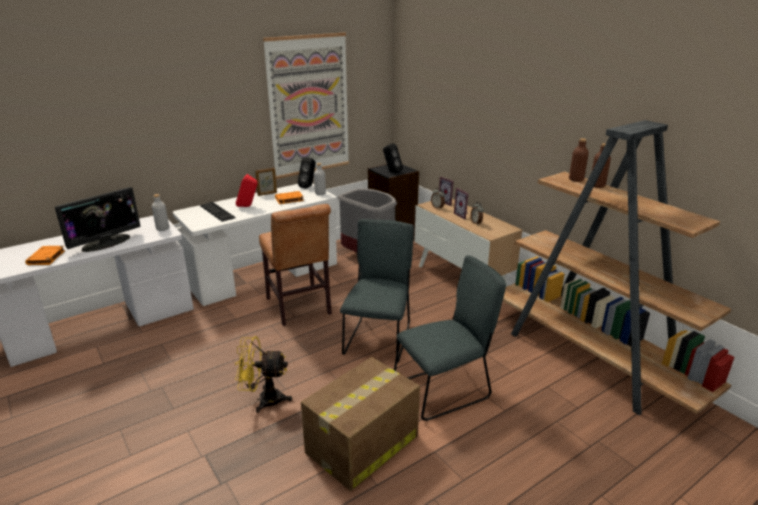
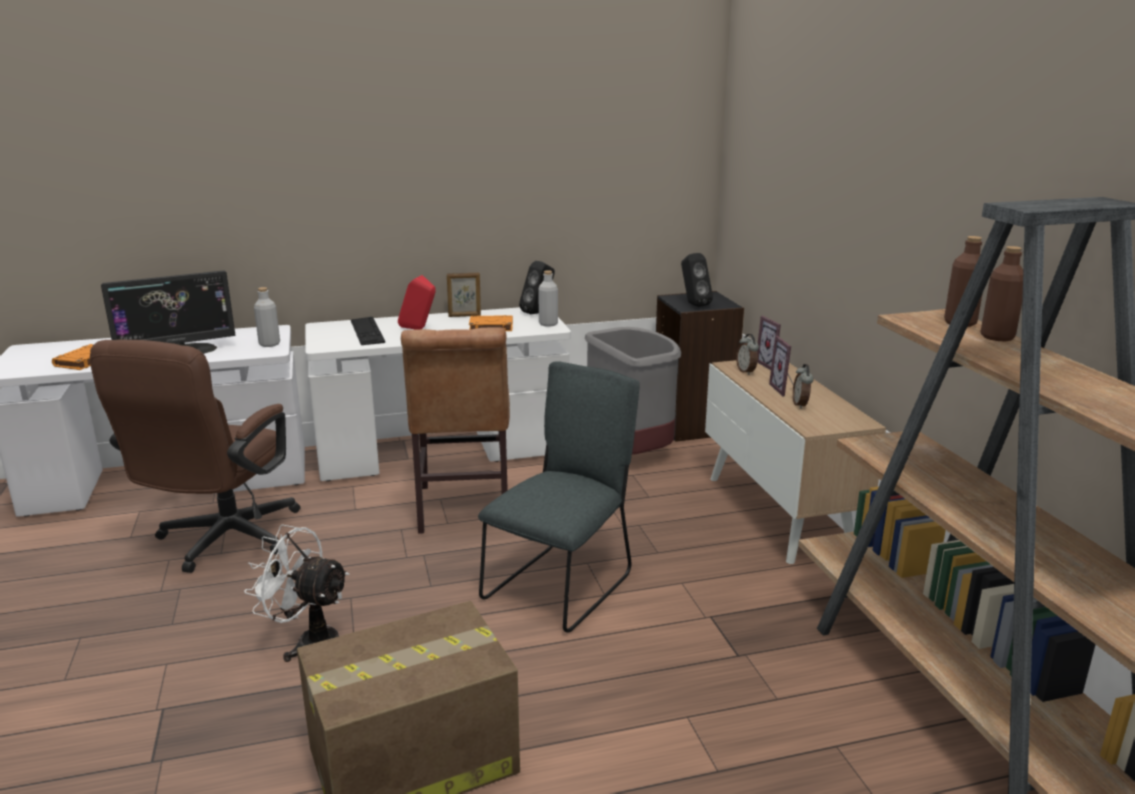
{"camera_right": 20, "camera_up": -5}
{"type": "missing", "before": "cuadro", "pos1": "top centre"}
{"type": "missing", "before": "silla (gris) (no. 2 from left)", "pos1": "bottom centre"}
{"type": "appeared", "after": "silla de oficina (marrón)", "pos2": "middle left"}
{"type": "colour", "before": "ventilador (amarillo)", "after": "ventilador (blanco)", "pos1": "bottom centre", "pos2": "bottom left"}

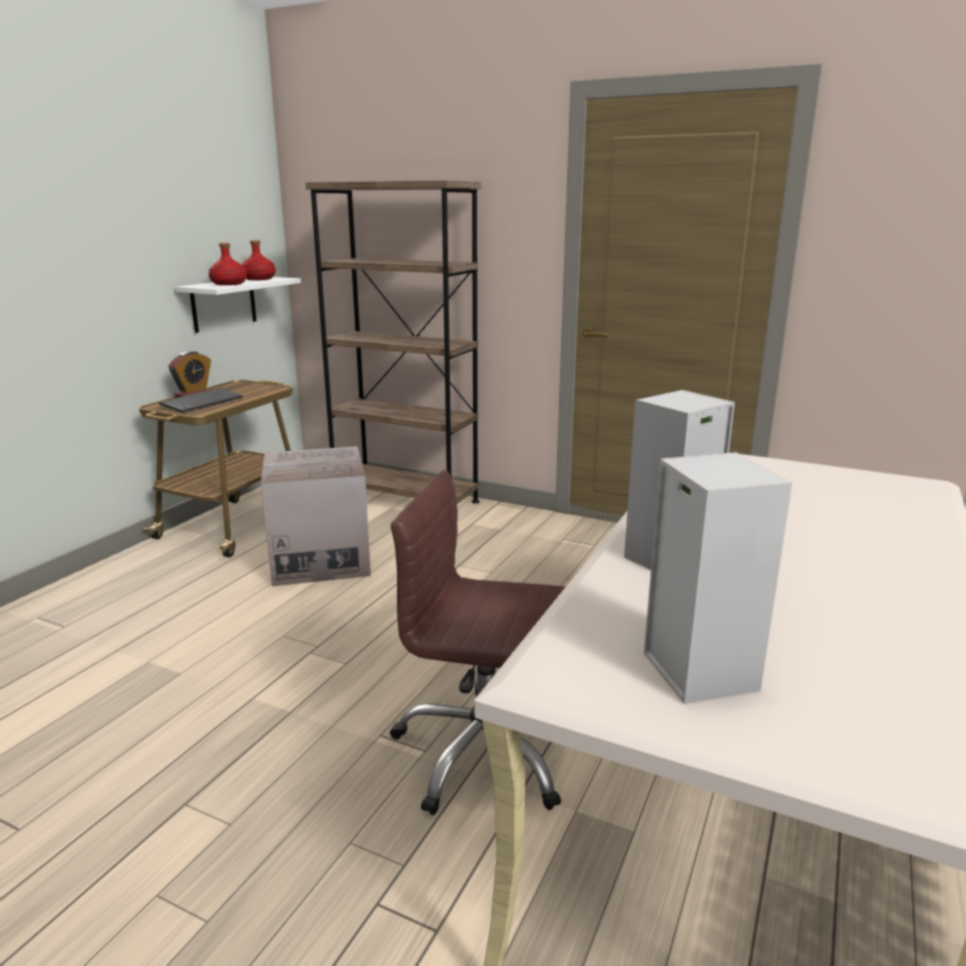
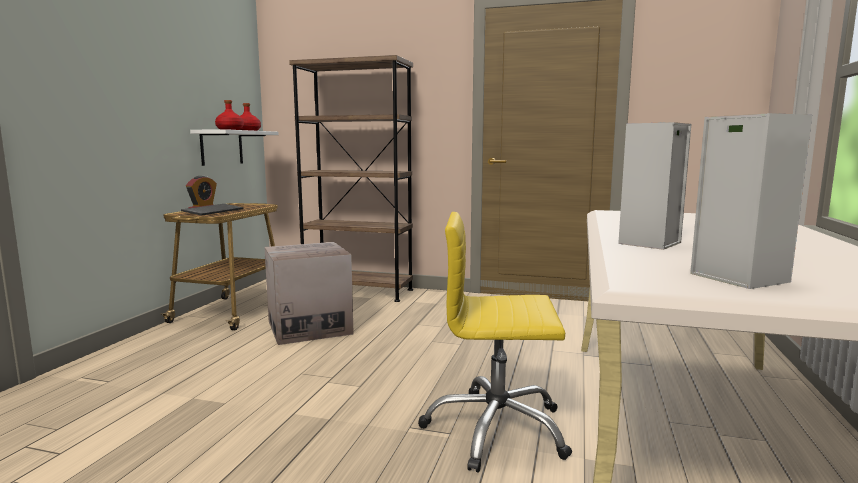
{"camera_right": -10, "camera_up": -10}
{"type": "colour", "before": "silla de oficina (marrón)", "after": "silla de oficina (amarillo)", "pos1": "centre", "pos2": "bottom centre"}

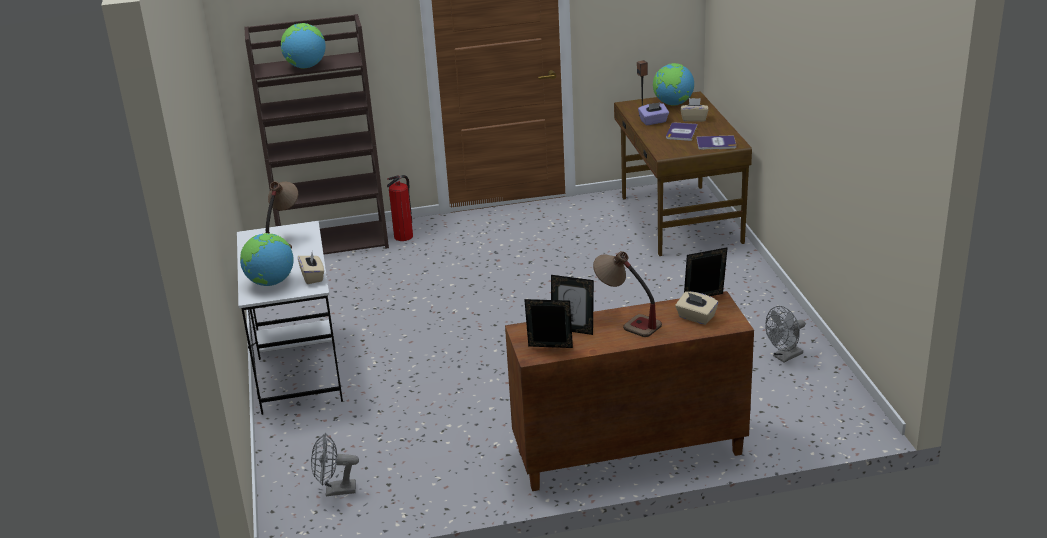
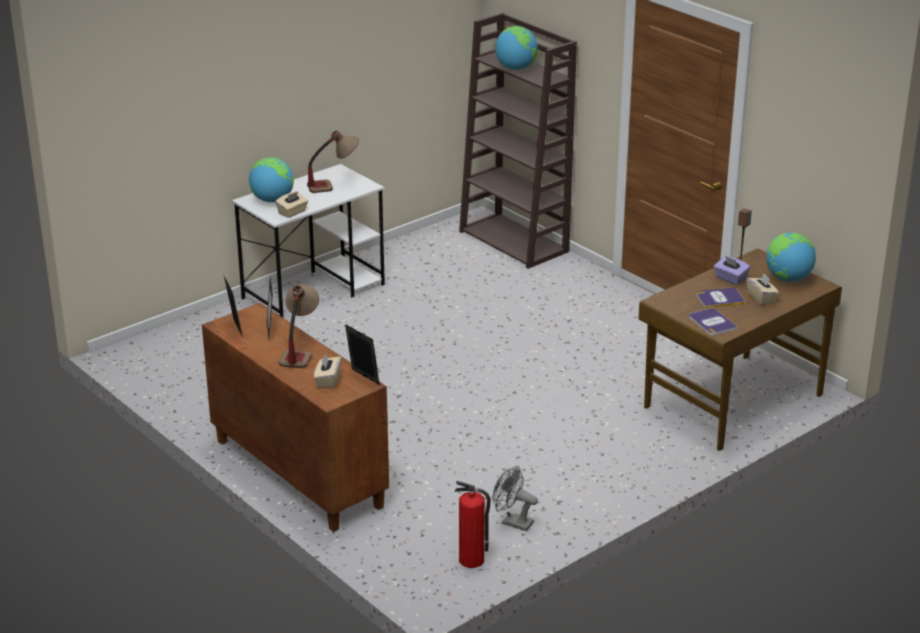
{"camera_right": 60, "camera_up": 0}
{"type": "missing", "before": "ventilador (gris) (no. 1 from left)", "pos1": "bottom left"}
{"type": "relocated", "before": "extintor", "pos1": "centre", "pos2": "bottom centre"}

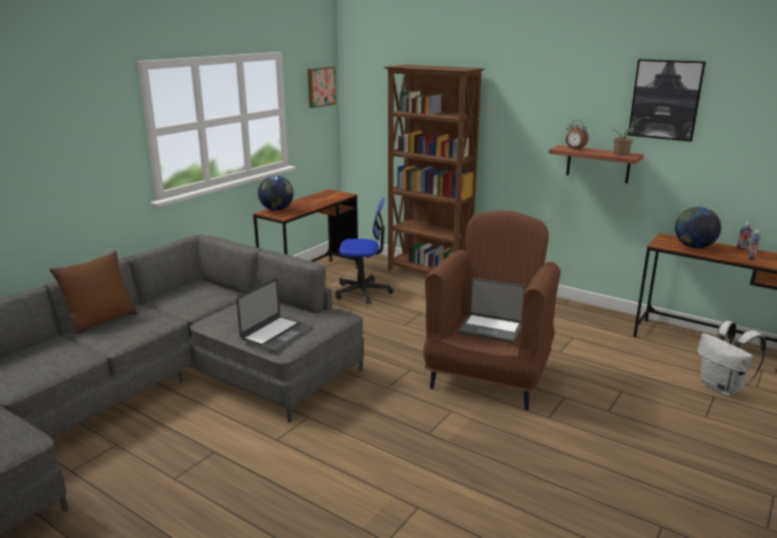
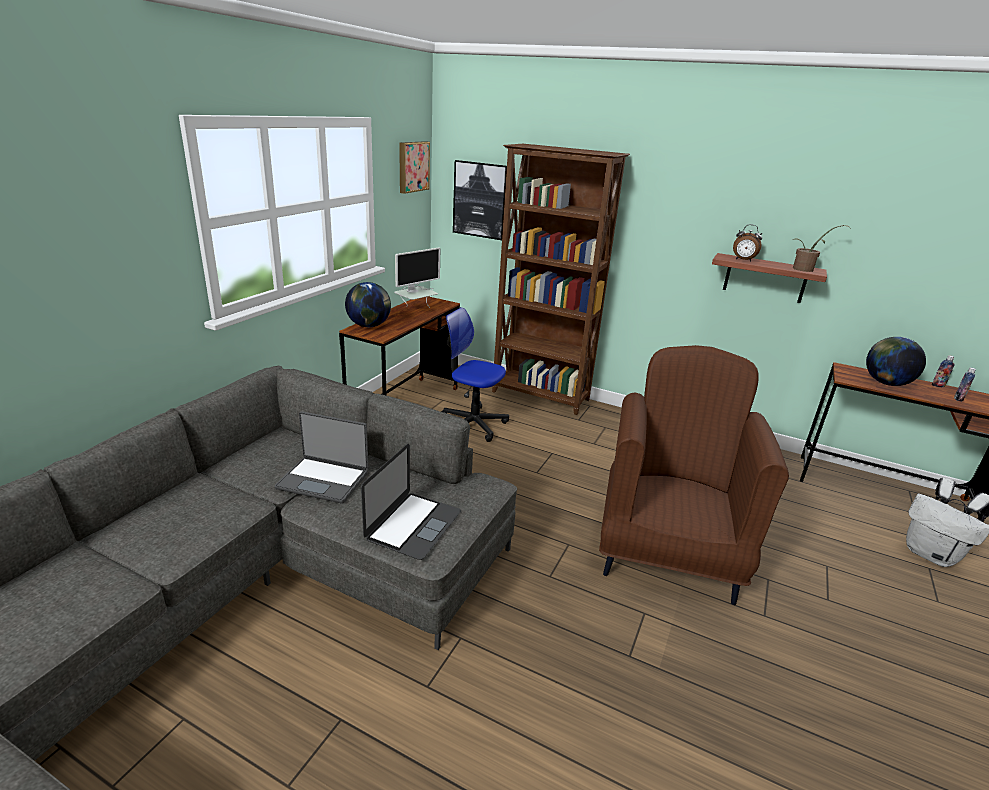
{"camera_right": -10, "camera_up": 5}
{"type": "missing", "before": "cojín (marrón)", "pos1": "middle left"}
{"type": "appeared", "after": "monitor", "pos2": "centre"}
{"type": "relocated", "before": "portátil (no. 2 from left in the first image)", "after": "portátil (no. 1 from left)", "pos1": "centre", "pos2": "middle left"}
{"type": "relocated", "before": "cuadro (no. 2 from left)", "pos1": "top right", "pos2": "top centre"}
{"type": "spun", "before": "silla de oficina", "pos1": "centre", "pos2": "centre", "turn": -150}

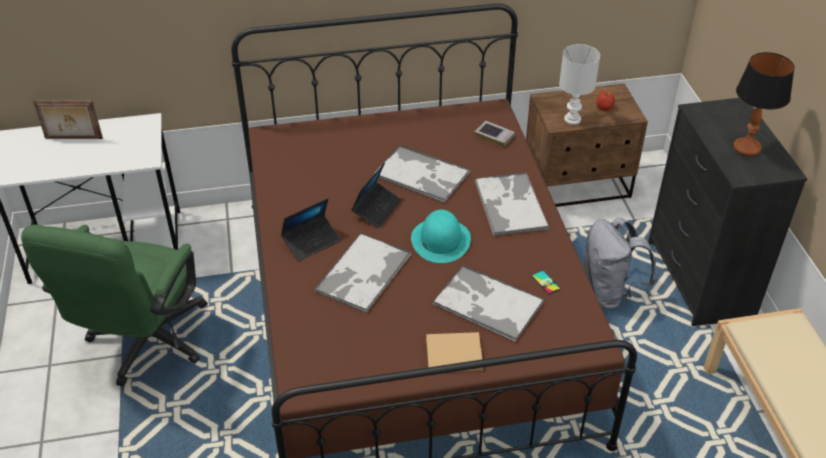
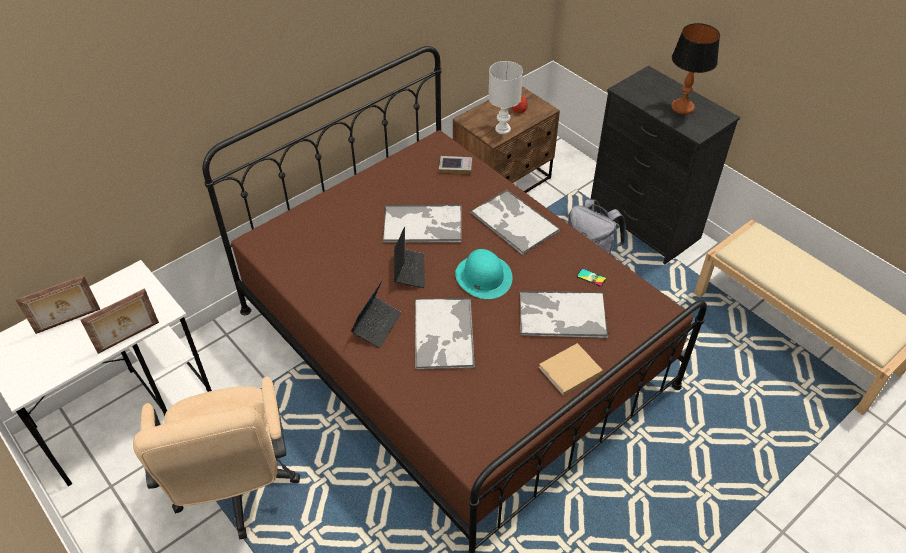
{"camera_right": -30, "camera_up": 5}
{"type": "appeared", "after": "portarretratos (no. 2 from left)", "pos2": "middle left"}
{"type": "colour", "before": "silla de oficina (verde)", "after": "silla de oficina (beis)", "pos1": "bottom left", "pos2": "bottom left"}

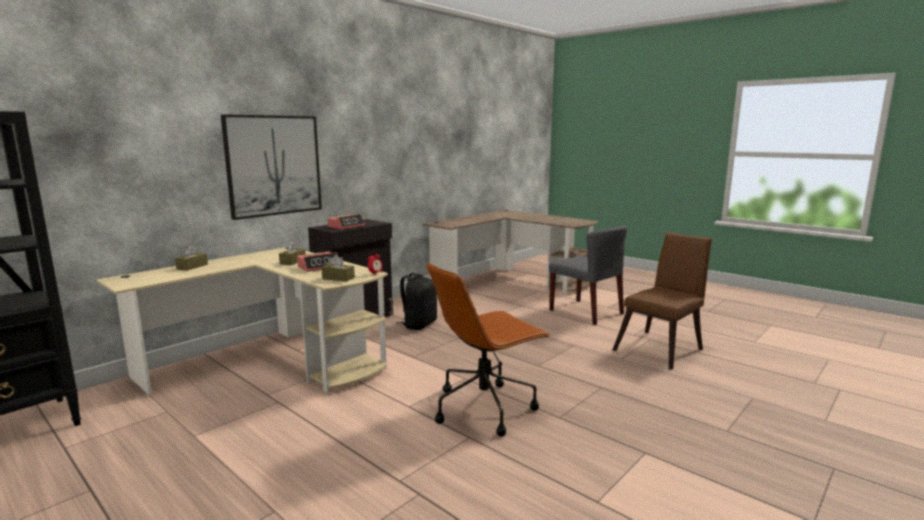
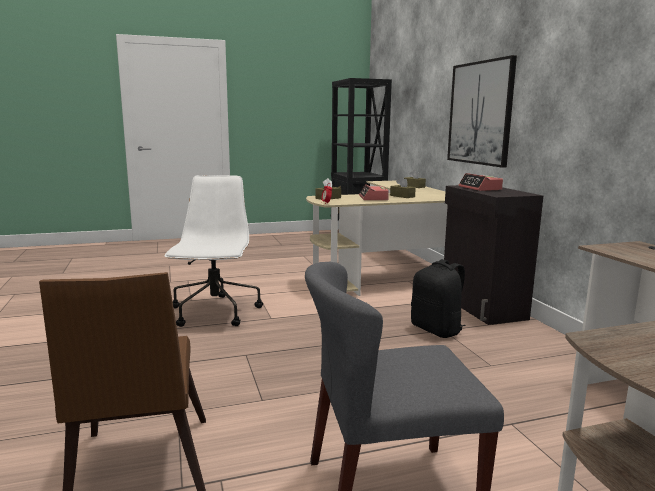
{"camera_right": 120, "camera_up": 0}
{"type": "colour", "before": "silla de oficina (marrón)", "after": "silla de oficina (blanco)", "pos1": "bottom centre", "pos2": "middle left"}

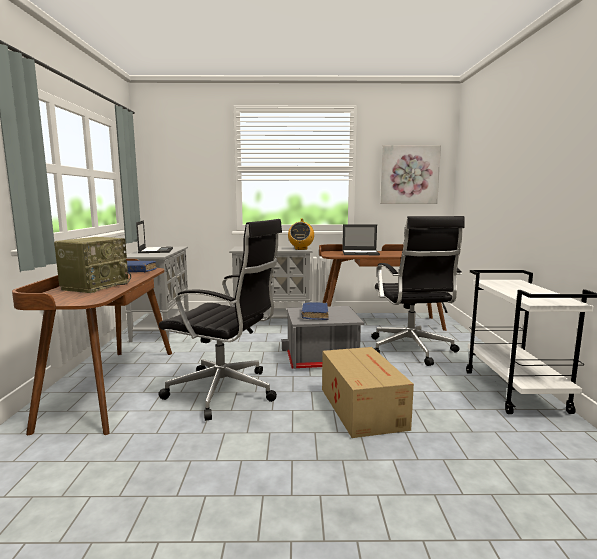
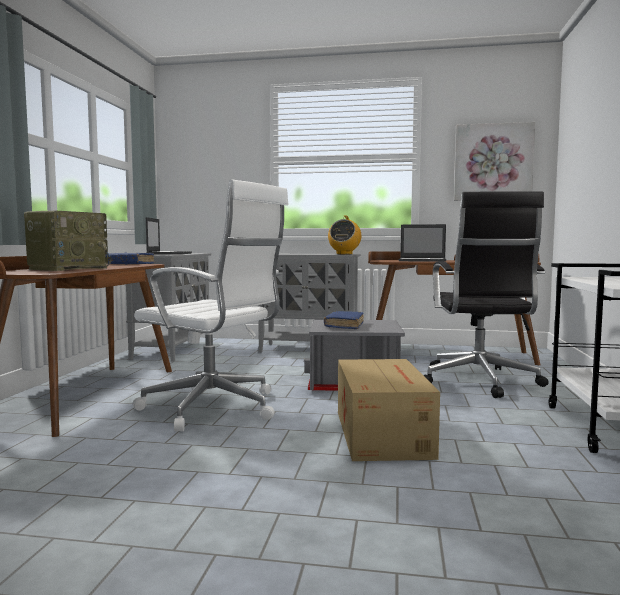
{"camera_right": 10, "camera_up": -5}
{"type": "colour", "before": "silla de oficina (negro) (no. 1 from left)", "after": "silla de oficina (blanco)", "pos1": "centre", "pos2": "centre"}

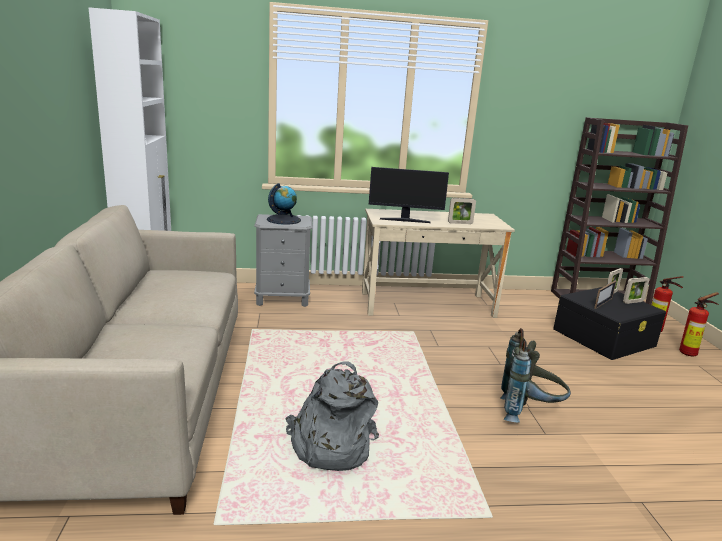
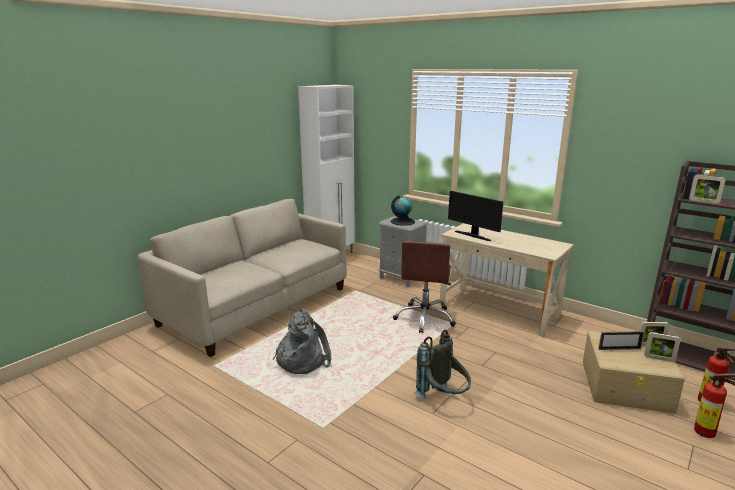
{"camera_right": 45, "camera_up": 0}
{"type": "appeared", "after": "silla de oficina (marrón)", "pos2": "centre"}
{"type": "relocated", "before": "portarretratos (no. 1 from left in the first image)", "after": "portarretratos (no. 4 from left)", "pos1": "centre", "pos2": "middle right"}
{"type": "colour", "before": "caja de almacenaje (negro)", "after": "caja de almacenaje (beis)", "pos1": "middle right", "pos2": "bottom right"}

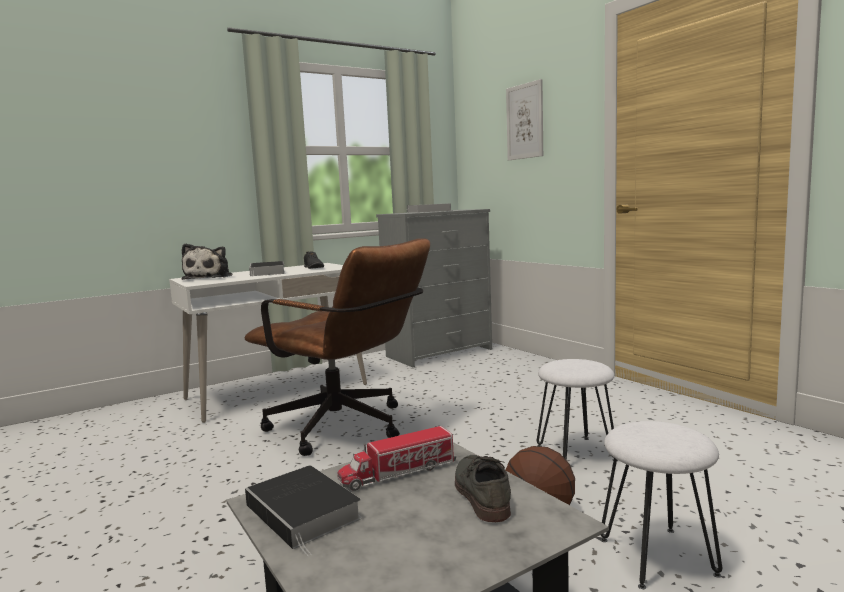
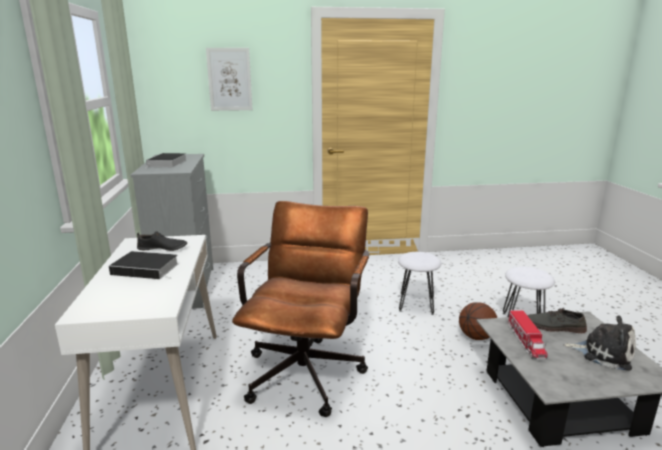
{"camera_right": -65, "camera_up": 10}
{"type": "missing", "before": "libro (no. 2 from left)", "pos1": "bottom centre"}
{"type": "relocated", "before": "peluche", "pos1": "middle left", "pos2": "bottom right"}
{"type": "spun", "before": "silla de oficina (marrón)", "pos1": "centre", "pos2": "bottom centre", "turn": -45}

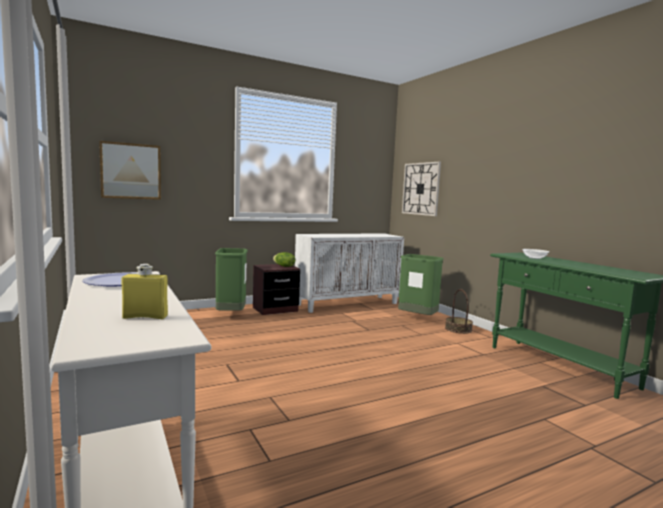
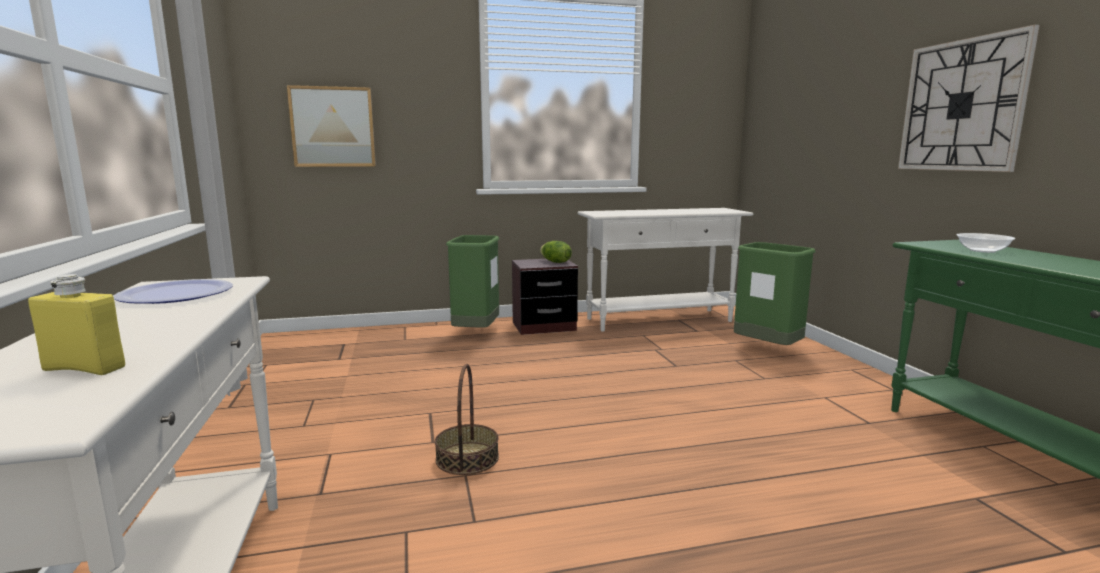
{"camera_right": 15, "camera_up": 5}
{"type": "relocated", "before": "reloj de pared", "pos1": "centre", "pos2": "top right"}
{"type": "relocated", "before": "cesta", "pos1": "middle right", "pos2": "bottom centre"}
{"type": "exchanged", "before": "armario (blanco)", "after": "mesa consola (blanco) (no. 2 from left)", "pos1": "centre", "pos2": "centre"}

